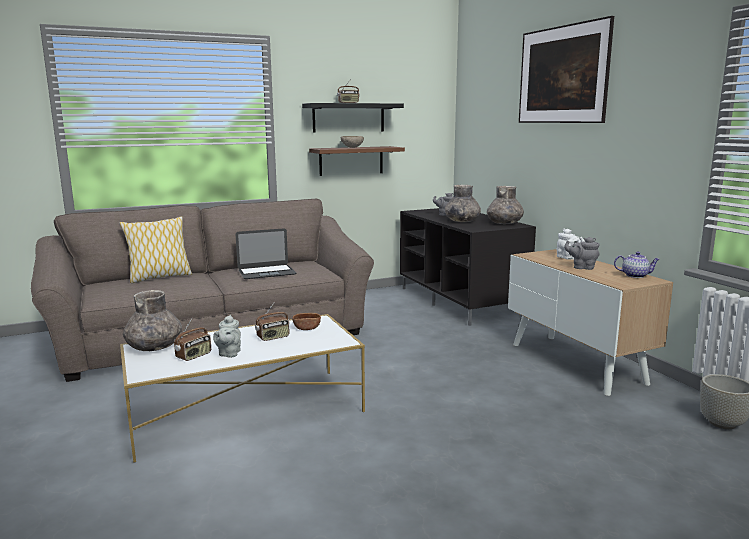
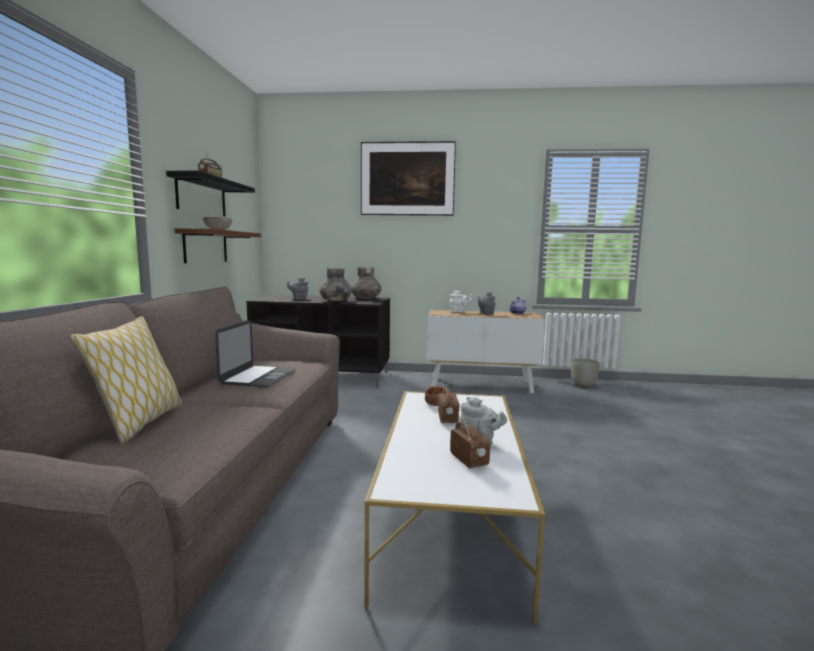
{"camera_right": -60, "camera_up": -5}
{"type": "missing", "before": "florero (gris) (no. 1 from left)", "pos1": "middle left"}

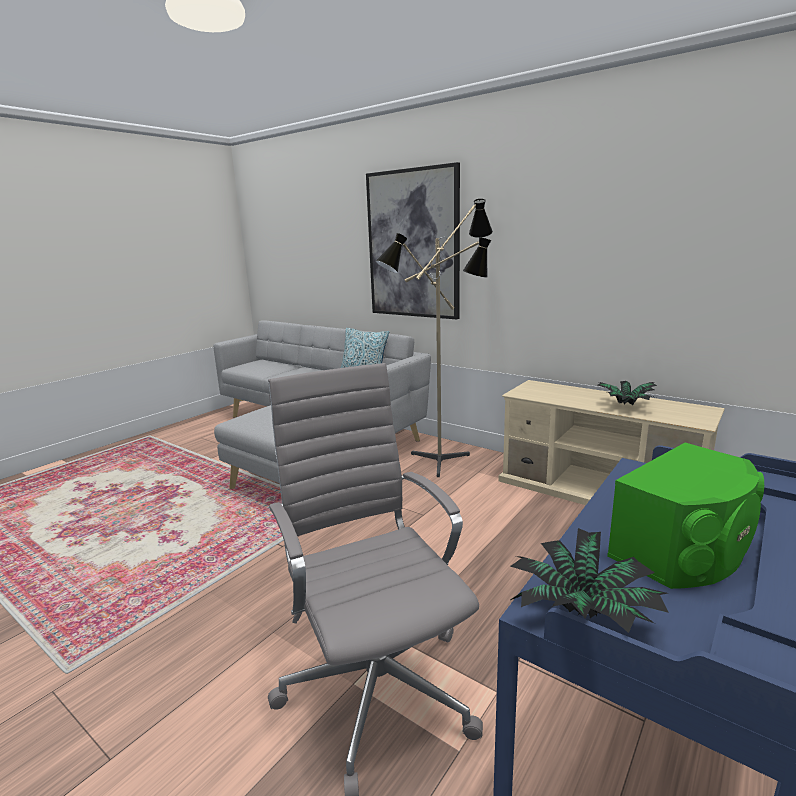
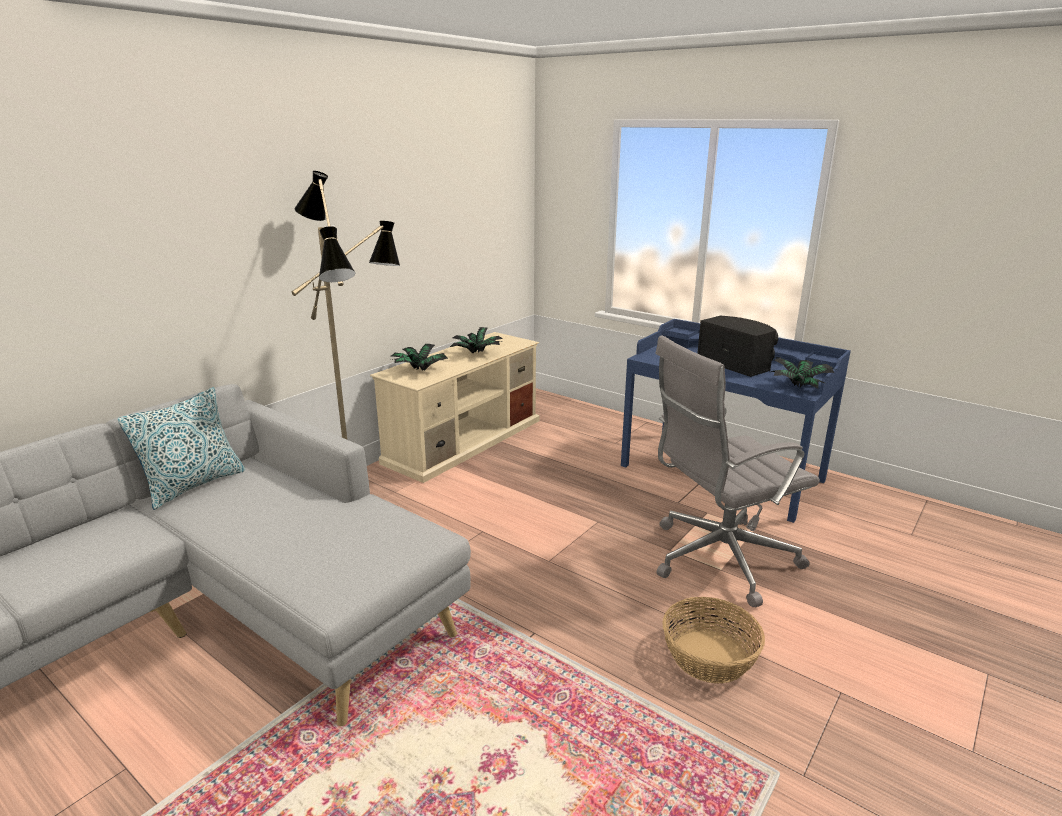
{"camera_right": -90, "camera_up": 5}
{"type": "missing", "before": "cuadro", "pos1": "top centre"}
{"type": "appeared", "after": "planta en maceta (no. 1 from left)", "pos2": "centre"}
{"type": "appeared", "after": "cesta", "pos2": "bottom right"}
{"type": "colour", "before": "altavoz (verde)", "after": "altavoz (negro)", "pos1": "middle right", "pos2": "middle right"}

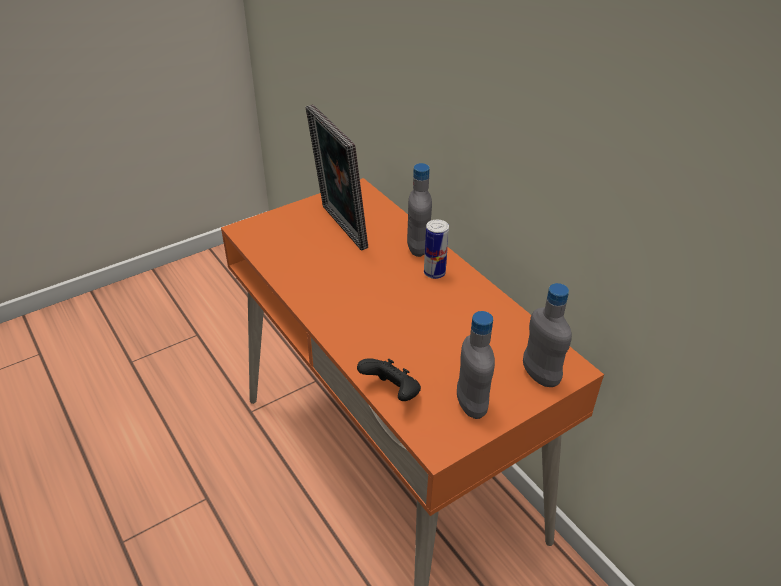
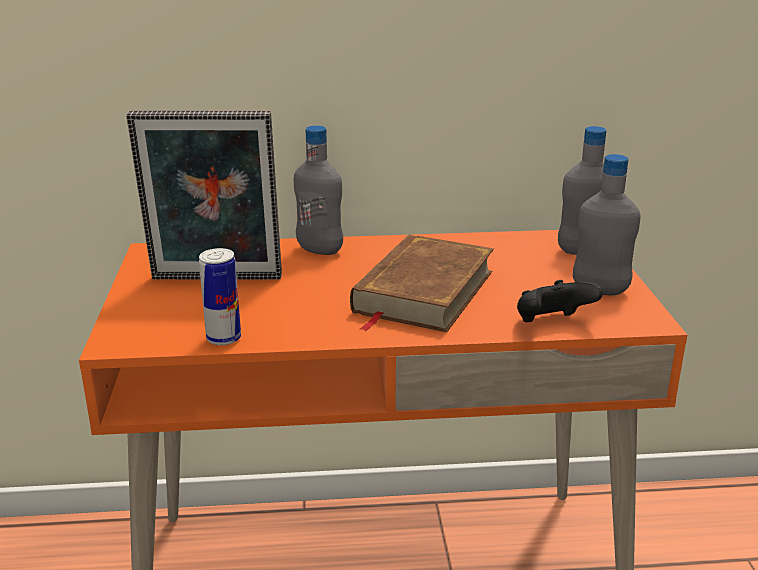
{"camera_right": -60, "camera_up": -15}
{"type": "appeared", "after": "libro (marrón)", "pos2": "centre"}
{"type": "relocated", "before": "lata", "pos1": "centre", "pos2": "middle left"}

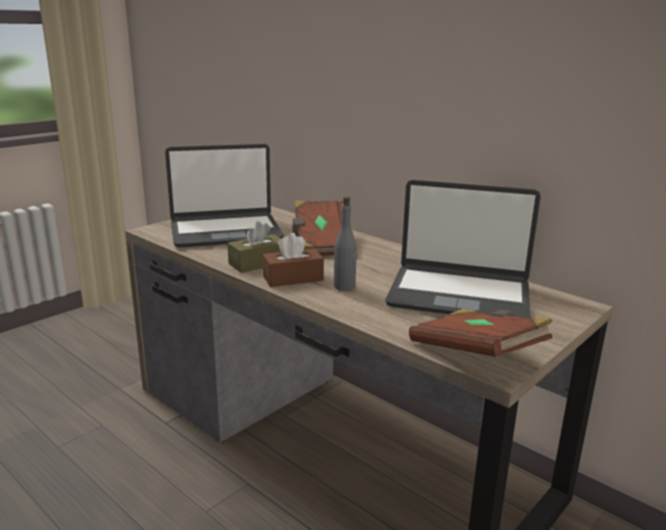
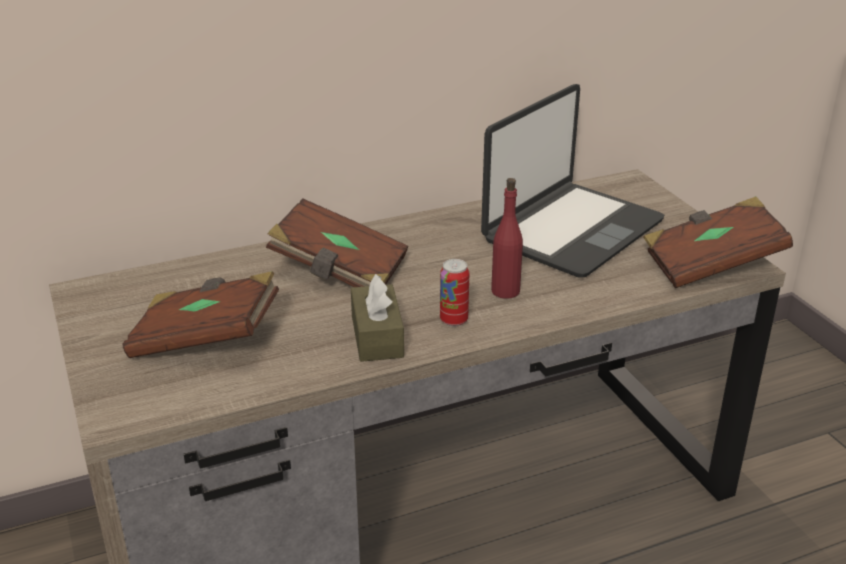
{"camera_right": -65, "camera_up": 10}
{"type": "exchanged", "before": "portátil (no. 1 from left)", "after": "libro (marrón) (no. 1 from left)", "pos1": "centre", "pos2": "middle left"}
{"type": "exchanged", "before": "caja de pañuelos (marrón) (no. 2 from left)", "after": "lata", "pos1": "centre", "pos2": "centre"}
{"type": "colour", "before": "botella (gris)", "after": "botella (rojo)", "pos1": "centre", "pos2": "centre"}

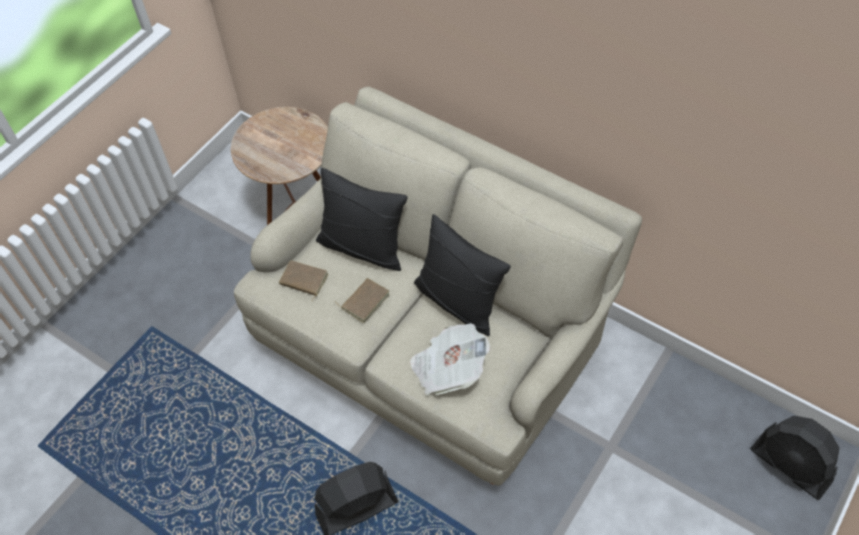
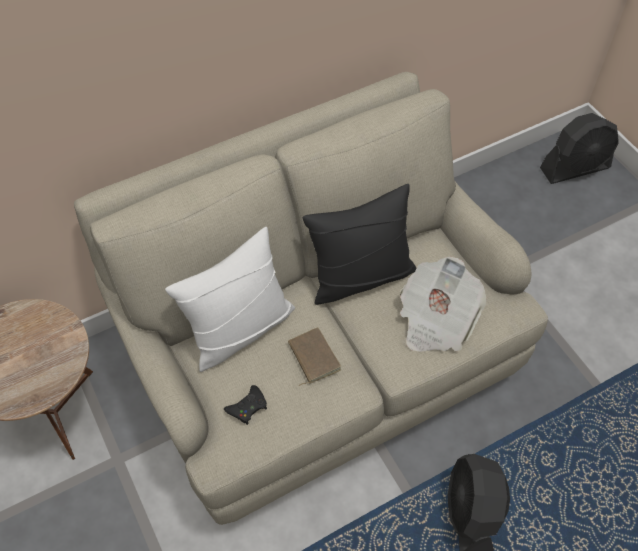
{"camera_right": -65, "camera_up": 0}
{"type": "exchanged", "before": "libro (marrón) (no. 1 from left)", "after": "mando de consola (negro)", "pos1": "centre", "pos2": "bottom centre"}
{"type": "colour", "before": "cojín (negro) (no. 1 from left)", "after": "cojín (blanco)", "pos1": "centre", "pos2": "centre"}

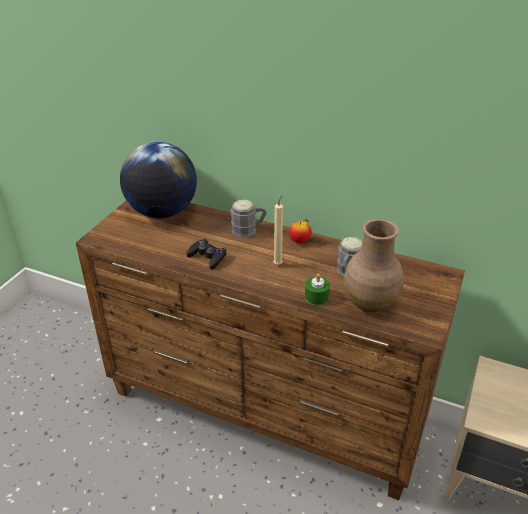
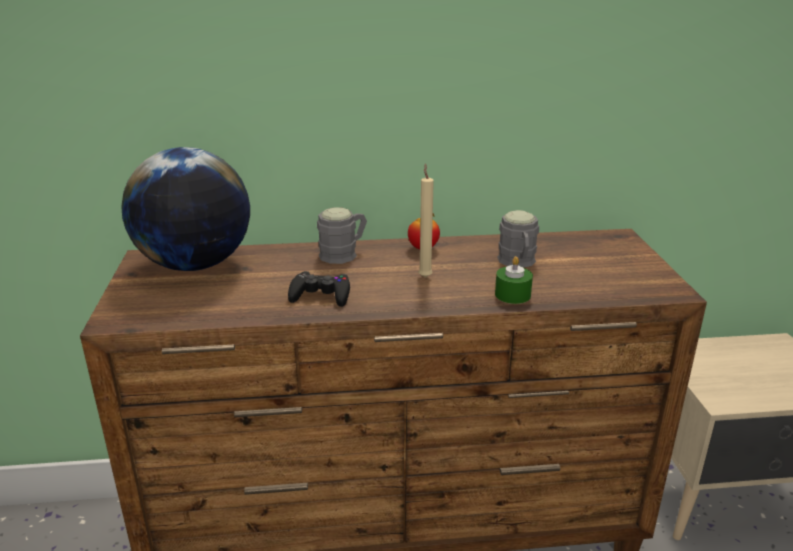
{"camera_right": -30, "camera_up": -10}
{"type": "missing", "before": "florero (marrón)", "pos1": "middle right"}

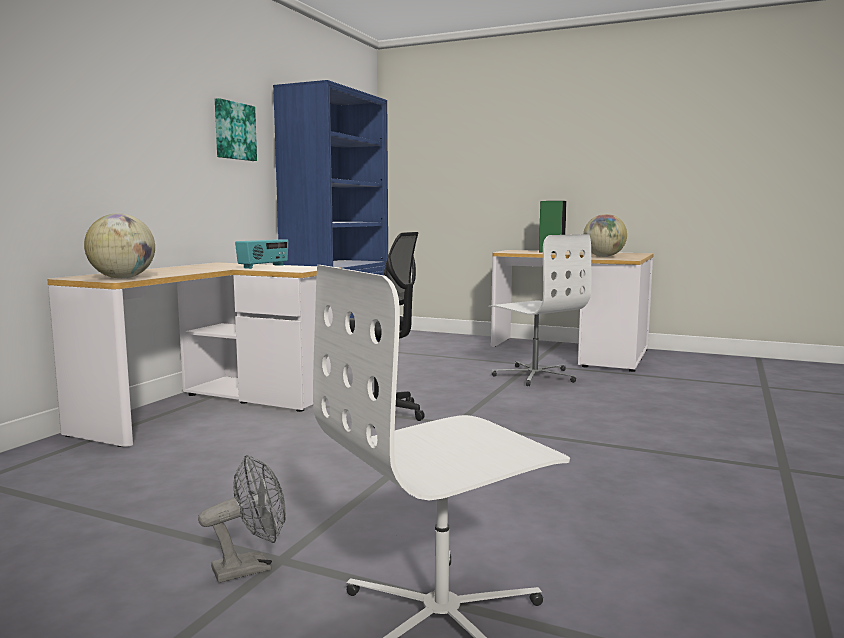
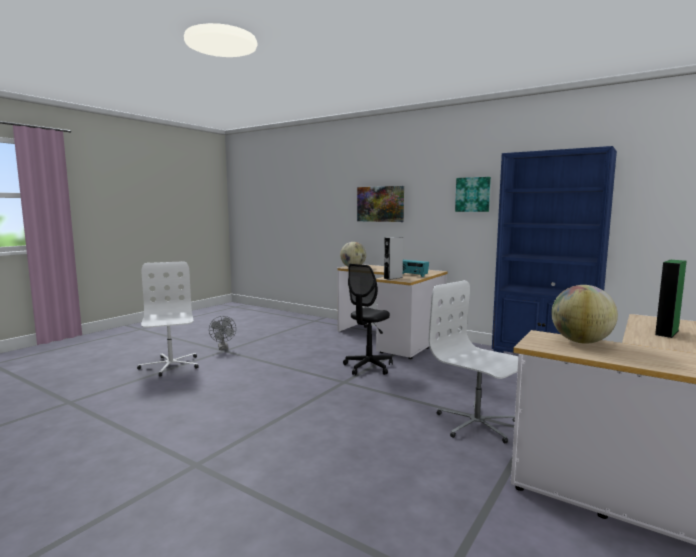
{"camera_right": 100, "camera_up": 0}
{"type": "appeared", "after": "cuadro (no. 1 from left)", "pos2": "centre"}
{"type": "appeared", "after": "altavoz (gris)", "pos2": "centre"}
{"type": "spun", "before": "silla de oficina (blanco) (no. 2 from left)", "pos1": "centre", "pos2": "middle right", "turn": 75}

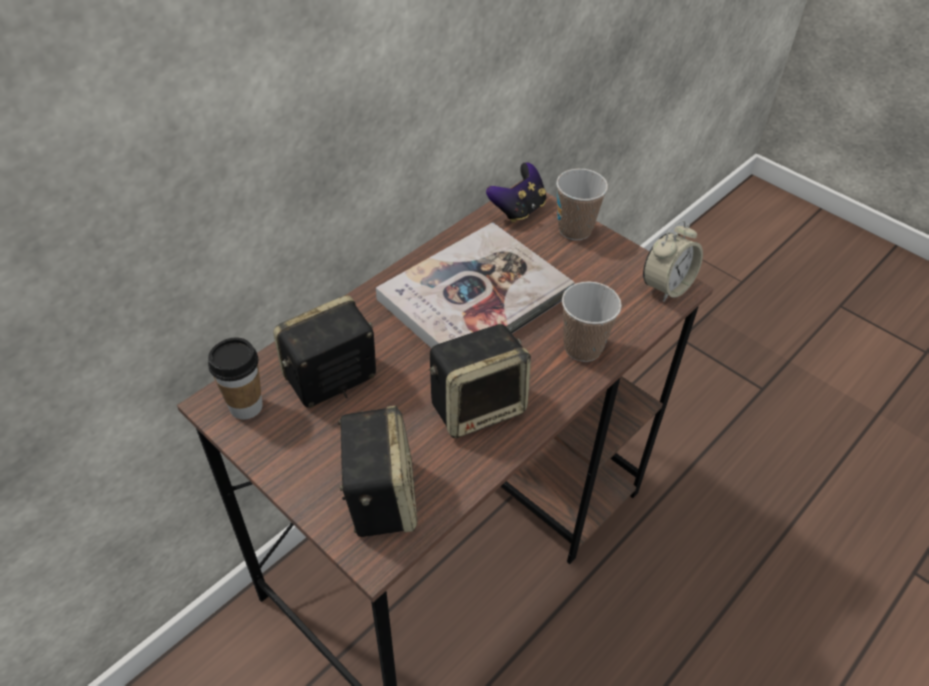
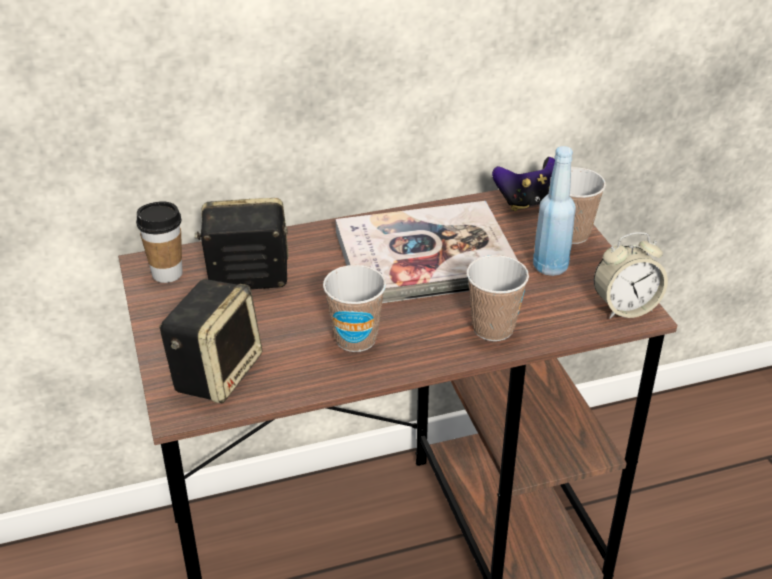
{"camera_right": 30, "camera_up": -10}
{"type": "appeared", "after": "botella (azul)", "pos2": "middle right"}
{"type": "exchanged", "before": "altavoz (no. 3 from left)", "after": "taza (no. 2 from left)", "pos1": "centre", "pos2": "centre"}

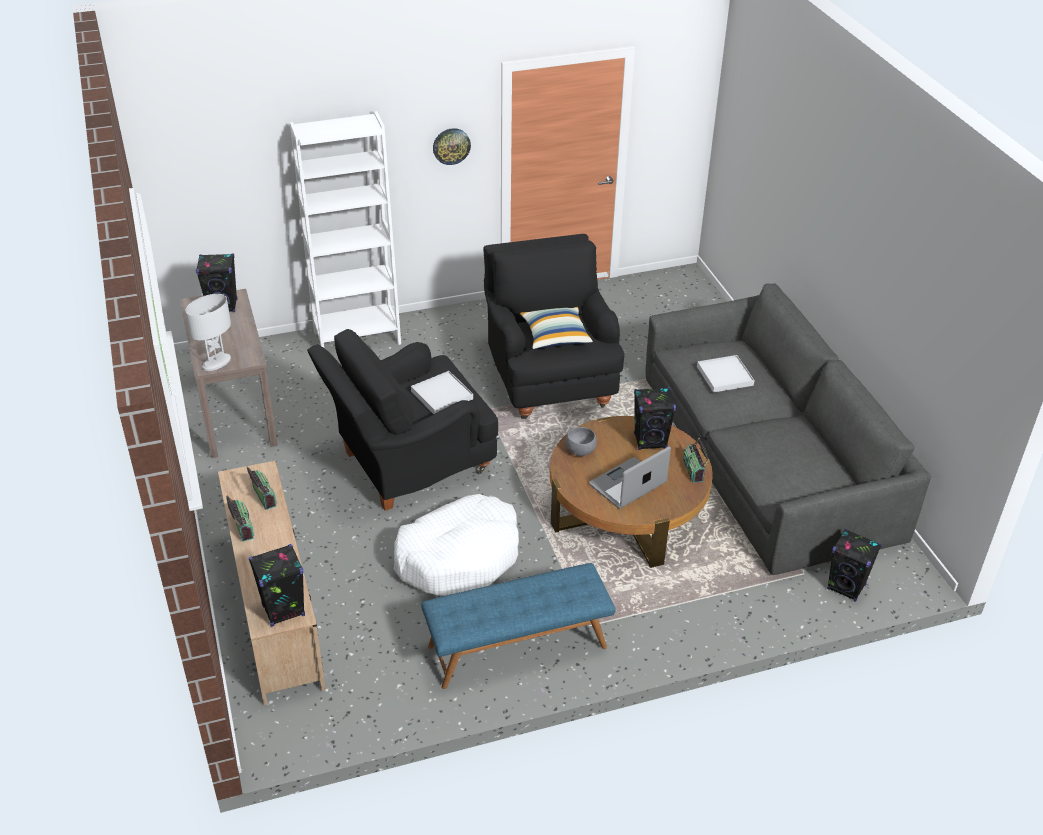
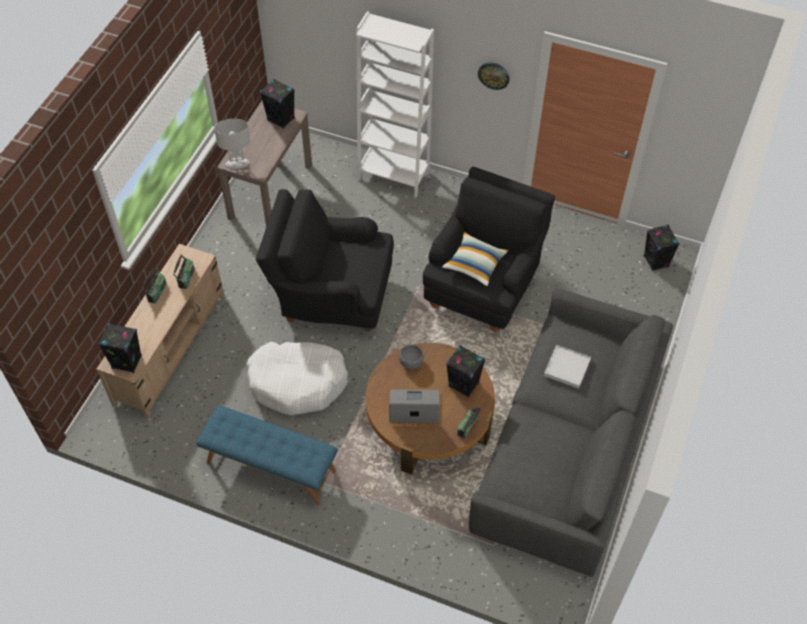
{"camera_right": 40, "camera_up": 15}
{"type": "missing", "before": "bandeja (blanco) (no. 1 from left)", "pos1": "centre"}
{"type": "relocated", "before": "altavoz (negro) (no. 4 from left)", "pos1": "bottom right", "pos2": "middle right"}

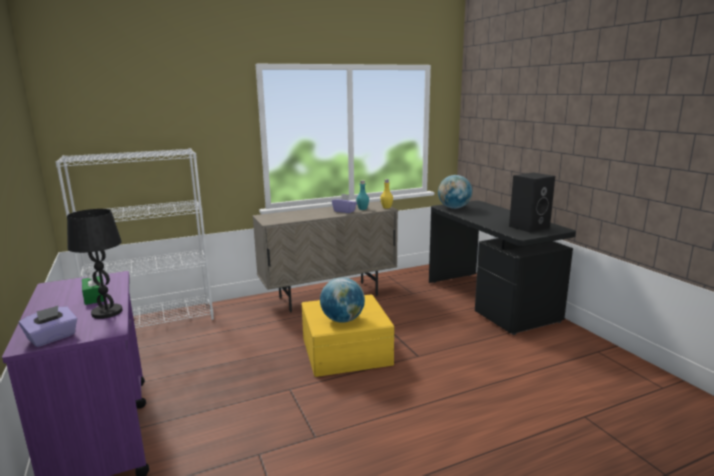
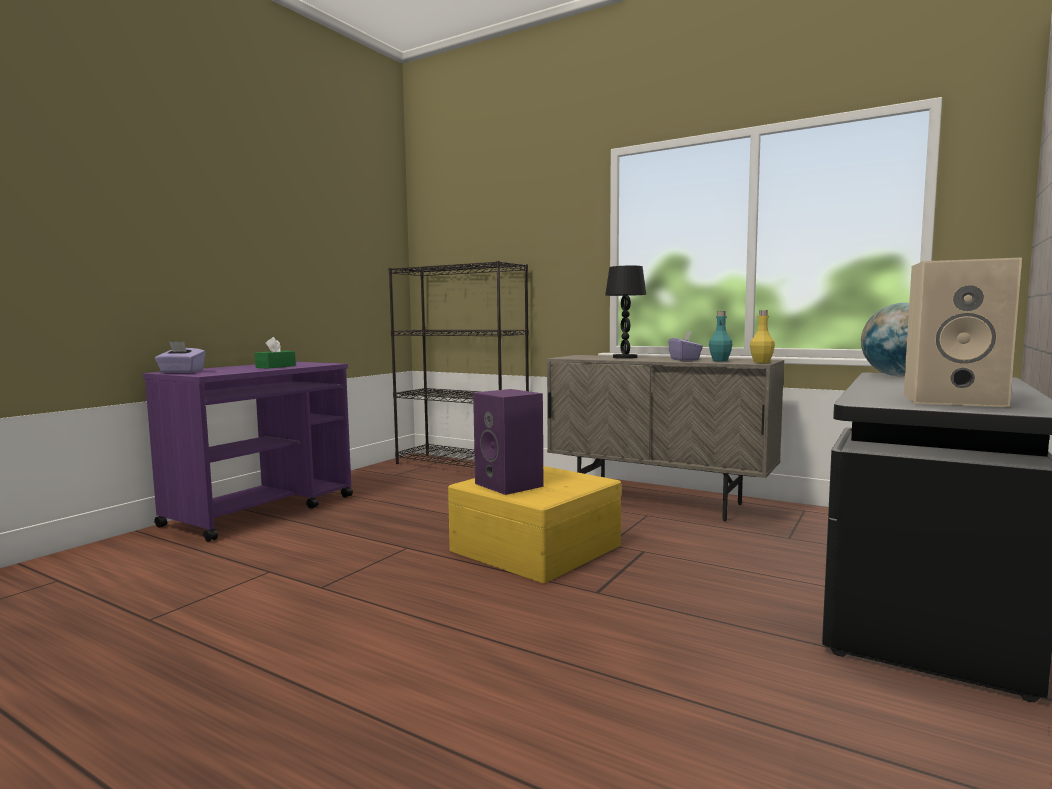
{"camera_right": 55, "camera_up": -10}
{"type": "relocated", "before": "lámpara de mesa (negro)", "pos1": "middle left", "pos2": "centre"}
{"type": "exchanged", "before": "globo terráqueo (no. 1 from left)", "after": "altavoz (morado)", "pos1": "centre", "pos2": "centre"}
{"type": "colour", "before": "estantería (blanco)", "after": "estantería (negro)", "pos1": "middle left", "pos2": "centre"}
{"type": "colour", "before": "altavoz (negro)", "after": "altavoz (beis)", "pos1": "middle right", "pos2": "middle right"}

